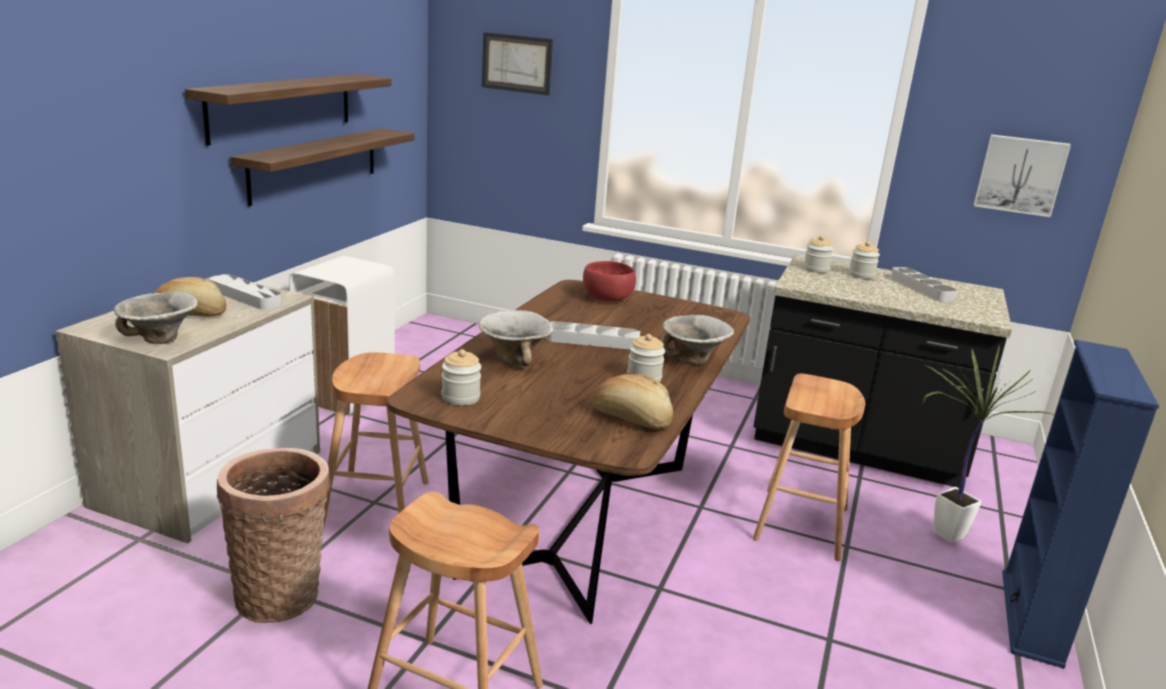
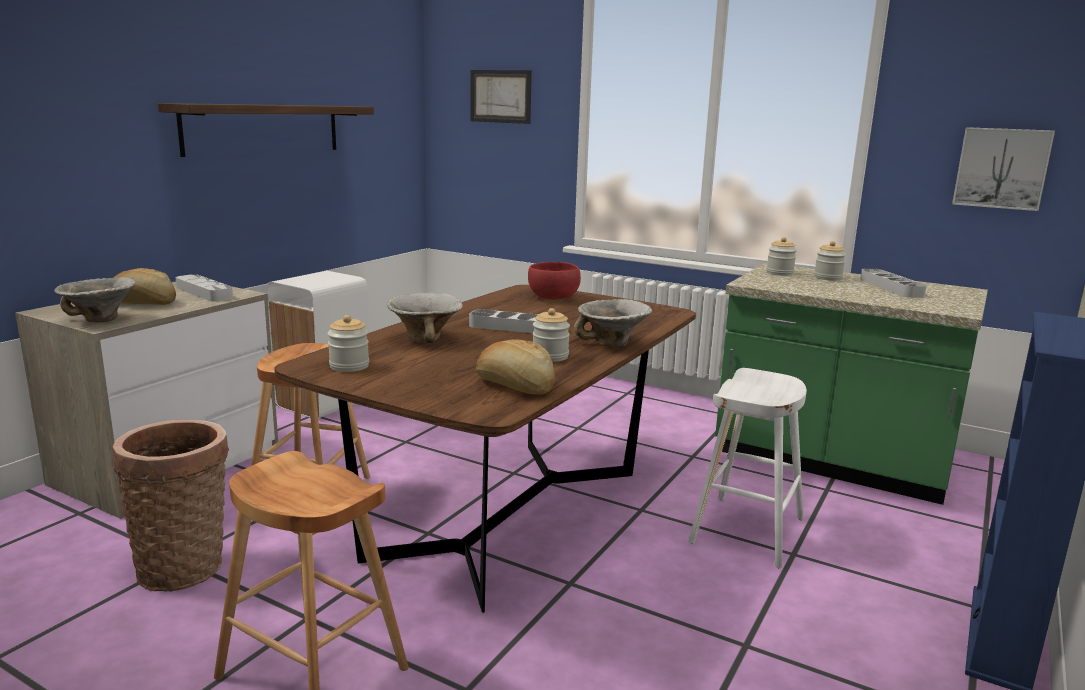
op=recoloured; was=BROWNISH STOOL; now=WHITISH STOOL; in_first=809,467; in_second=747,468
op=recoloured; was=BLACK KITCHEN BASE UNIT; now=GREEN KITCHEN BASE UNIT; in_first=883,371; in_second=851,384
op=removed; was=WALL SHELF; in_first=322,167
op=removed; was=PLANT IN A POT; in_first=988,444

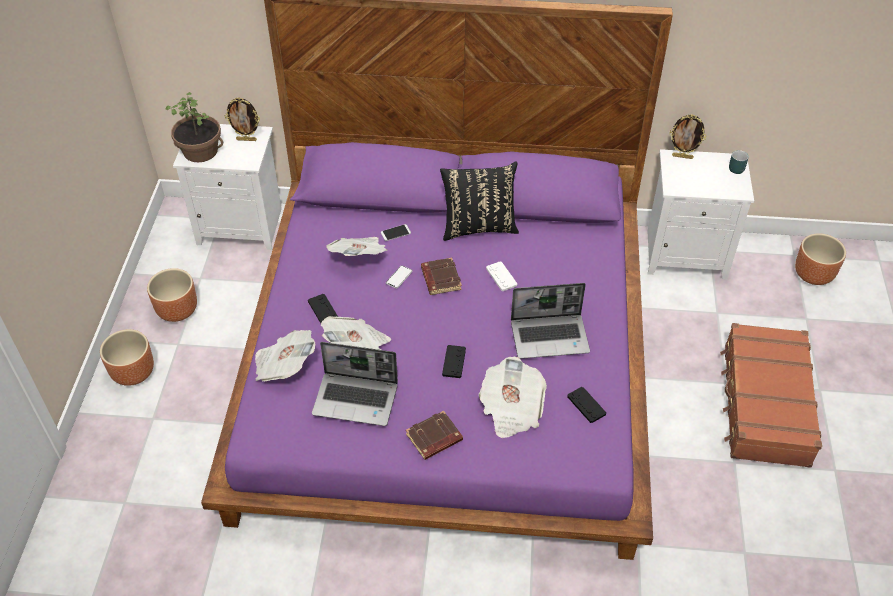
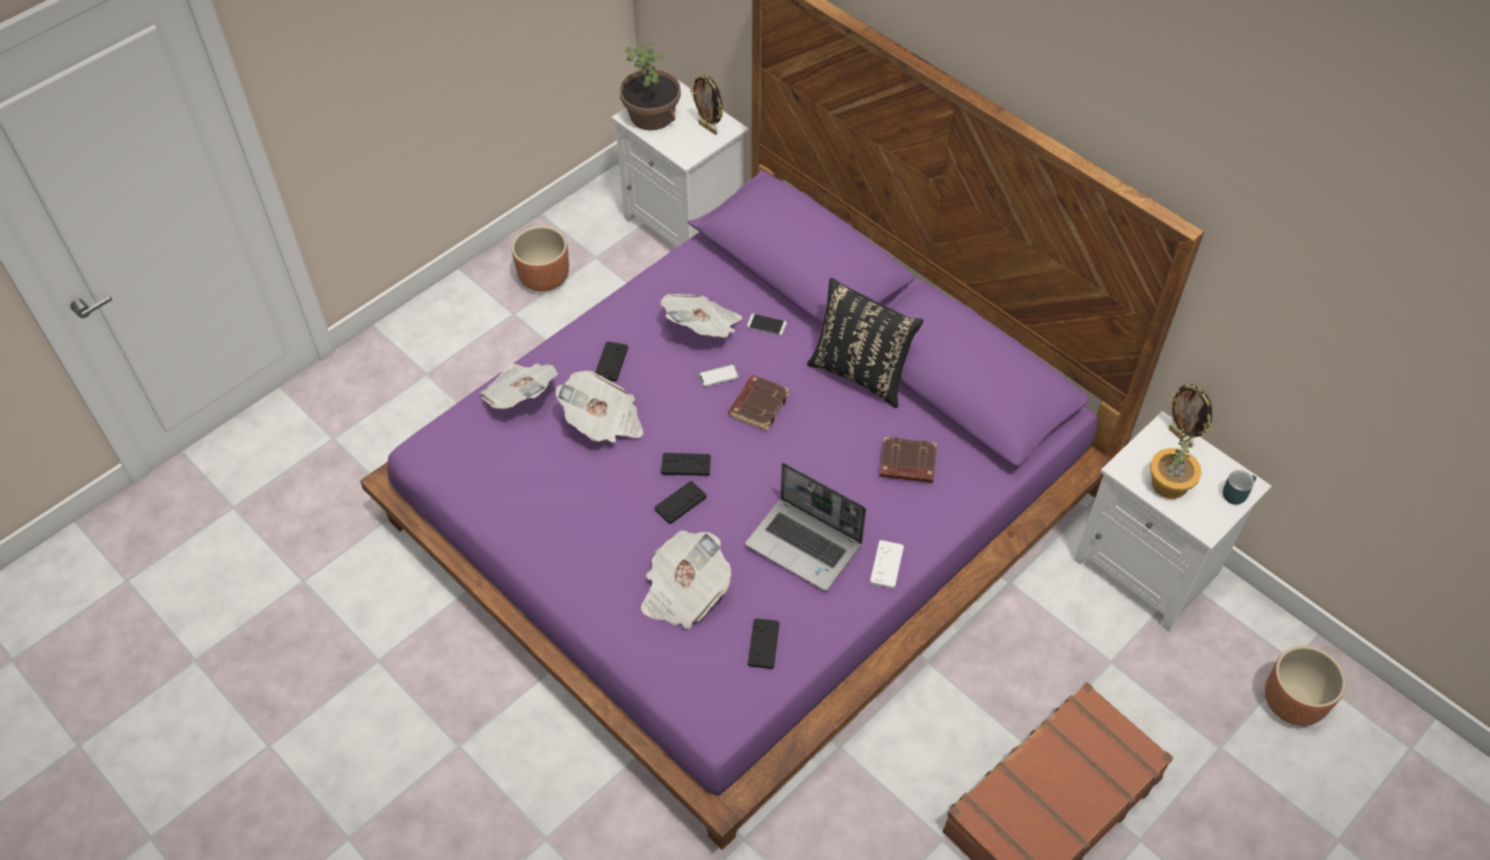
op=added; now=BLACK JOYPAD; in_second=686,464
op=moved; was=WHITISH JOYPAD; in_first=501,276; in_second=887,564
op=moved; was=BROWNISH BOOK; in_first=434,435; in_second=908,460
op=added; now=PLANT IN A POT; in_second=1176,467
op=removed; was=BROWNISH FLOWER POT; in_first=127,357
op=removed; was=PORTABLE COMPUTER; in_first=355,384

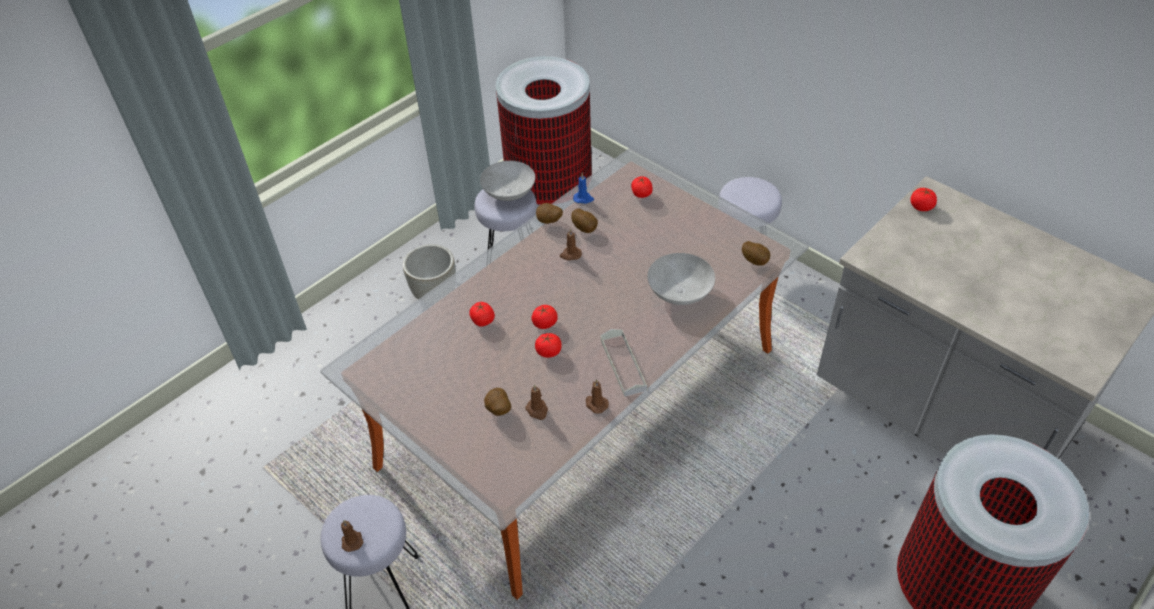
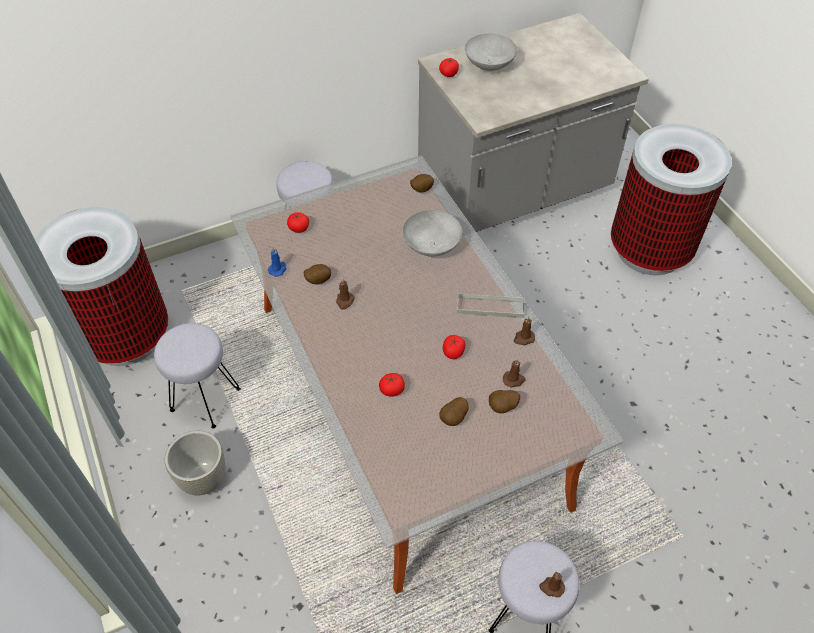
op=moved; was=SPUD; in_first=549,213; in_second=453,411
op=moved; was=GRAY BOWL; in_first=507,181; in_second=491,52
op=removed; was=FRESH TOMATO; in_first=544,317

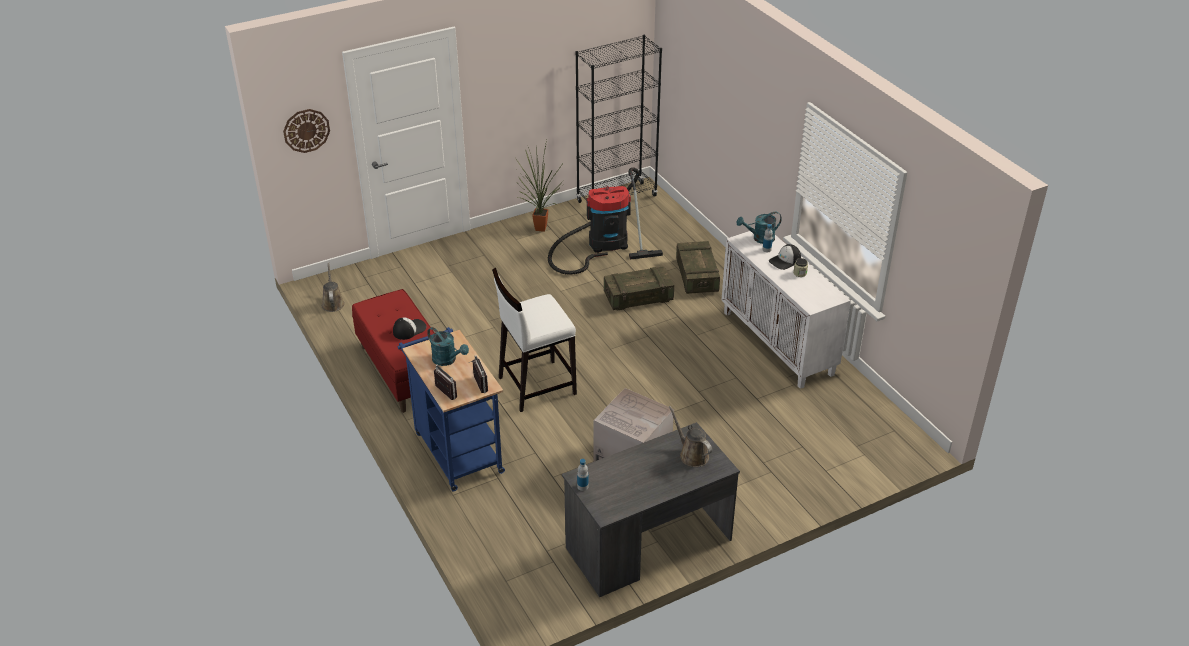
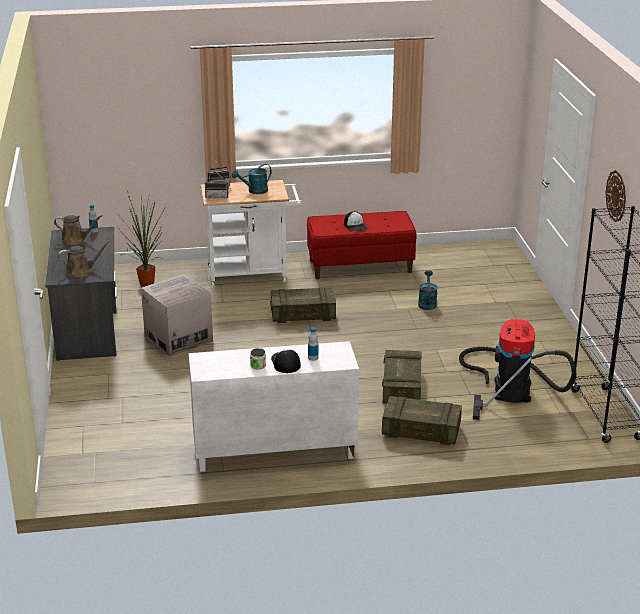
op=moved; was=BROWNISH WATERING CAN; in_first=333,287; in_second=78,230
op=moved; was=PLANT IN A POT; in_first=539,186; in_second=141,239
op=recoloured; was=BLUE WHEELED CART; now=WHITISH WHEELED CART; in_first=451,409; in_second=251,233
op=replaced; was=WHITISH STOOL; now=SHIPPING CRATE; in_first=534,340; in_second=303,305
op=moved; was=TURQUOISE-COLOURED WATERING CAN; in_first=759,228; in_second=428,290
op=moved; was=HANGING CLOCK; in_first=306,131; in_second=616,196

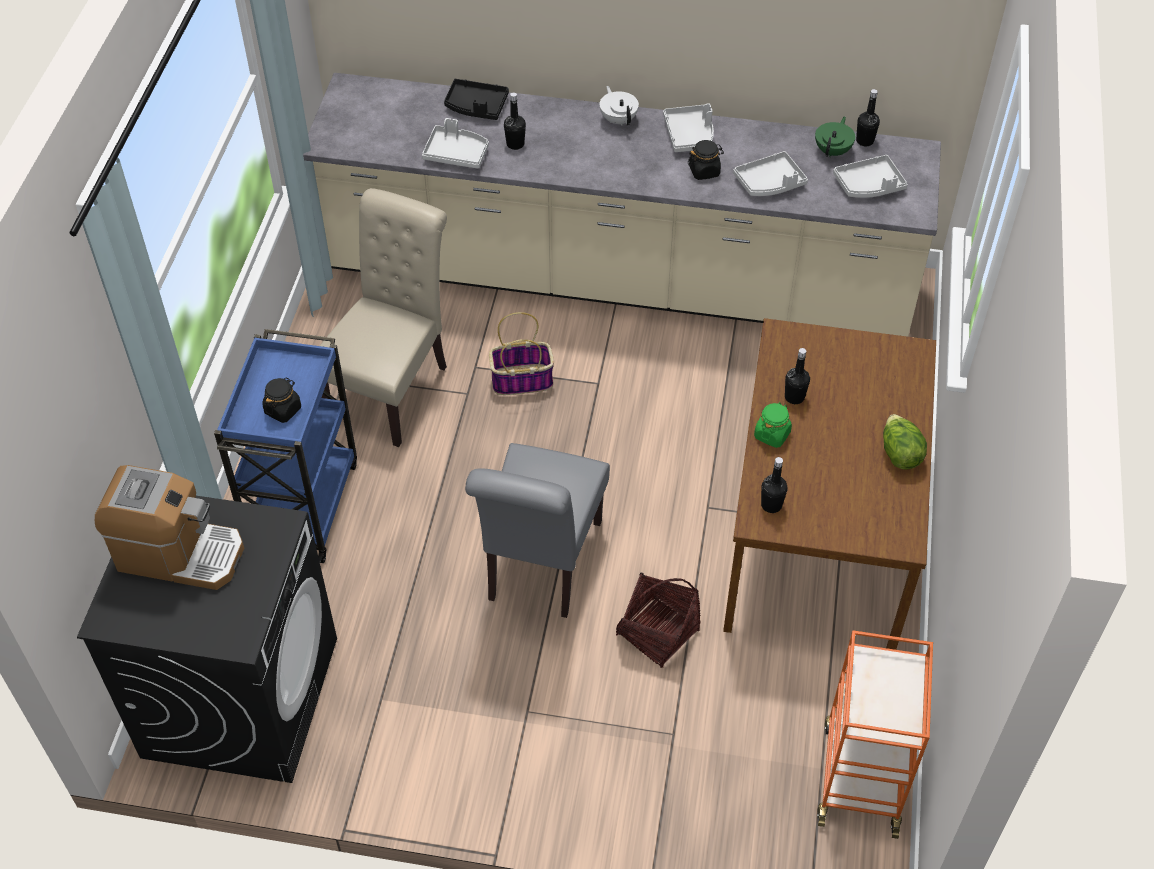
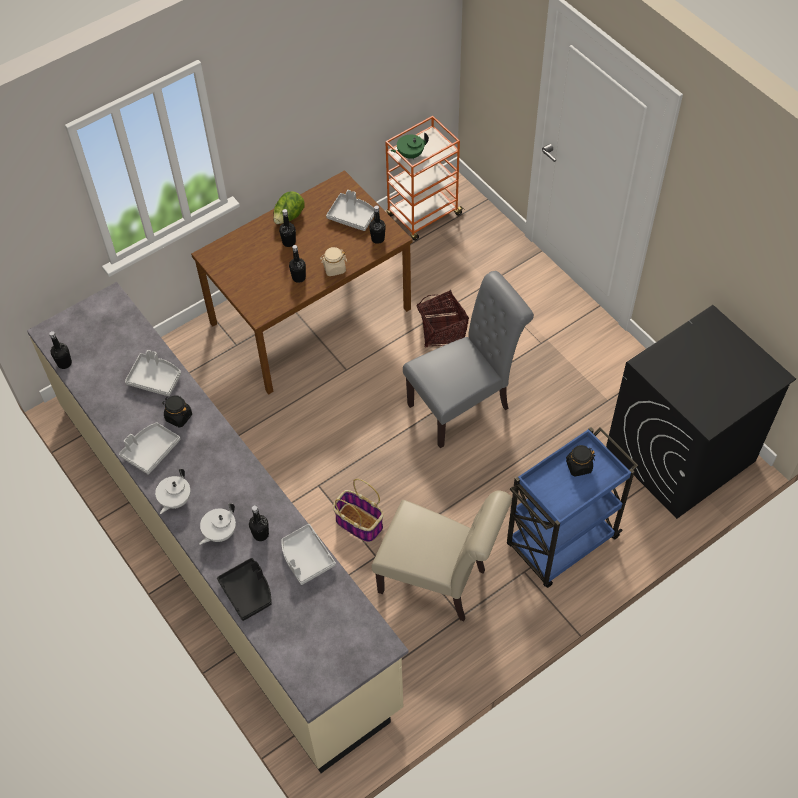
op=added; now=WHITISH TEAPOT; in_second=217,524
op=added; now=BLACK BOTTLE; in_second=287,228
op=recoloured; was=GREEN JAR; now=SAND-COLOURED JAR; in_first=773,425; in_second=333,261
op=moved; was=GRAY TRAY; in_first=870,176; in_second=350,210
op=turned; was=SAND-COLOURED PLAIN CHAIR; in_first=383,317; in_second=441,556; clockwise=-135
op=moved; was=GREEN TEAPOT; in_first=835,136; in_second=409,146
op=removed; was=COFFEE MACHINE; in_first=169,527

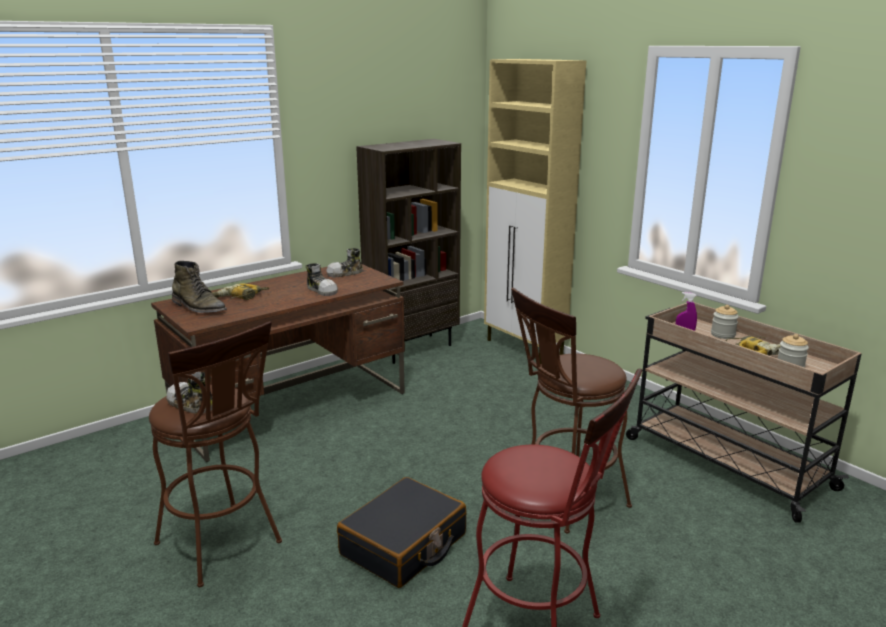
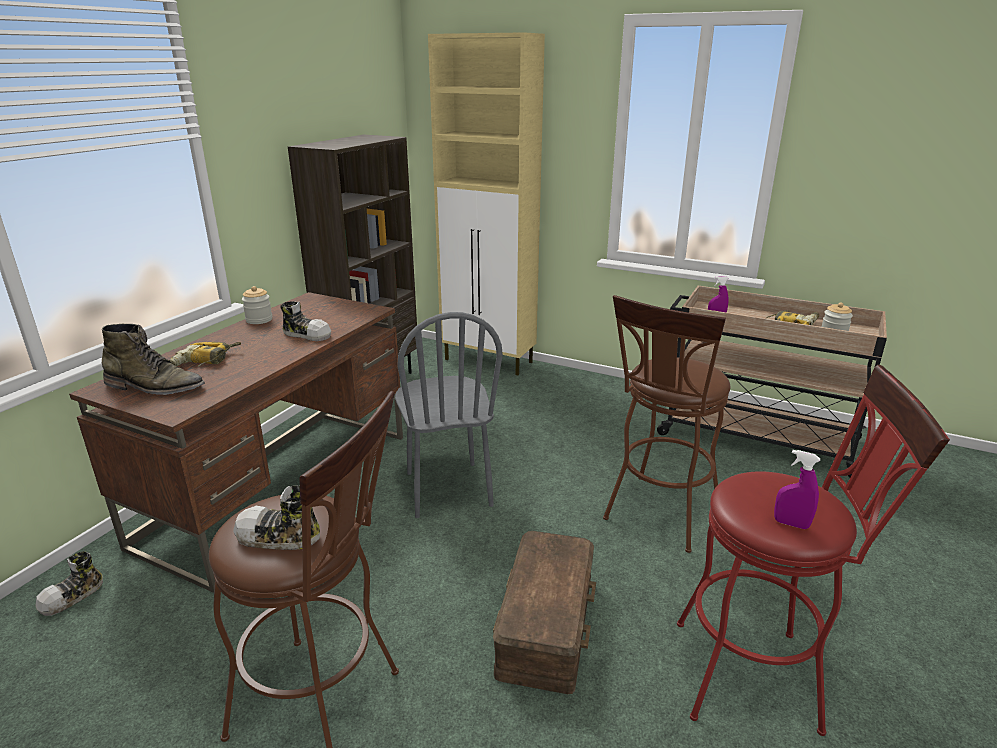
op=moved; was=LOW SHOE; in_first=344,262; in_second=69,583
op=moved; was=JAR; in_first=725,322; in_second=257,305
op=added; now=GRAY PLAIN CHAIR; in_second=449,415
op=replaced; was=BLACK SUITCASE; now=BROWNISH STORAGE BOX; in_first=401,532; in_second=544,612
op=added; now=PURPLISH SPRAY BOTTLE; in_second=797,489

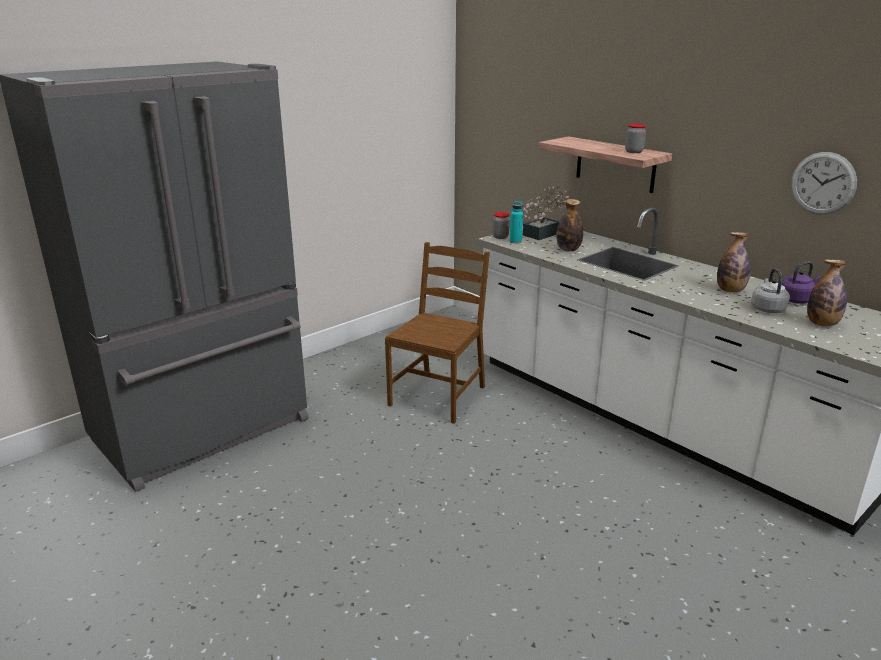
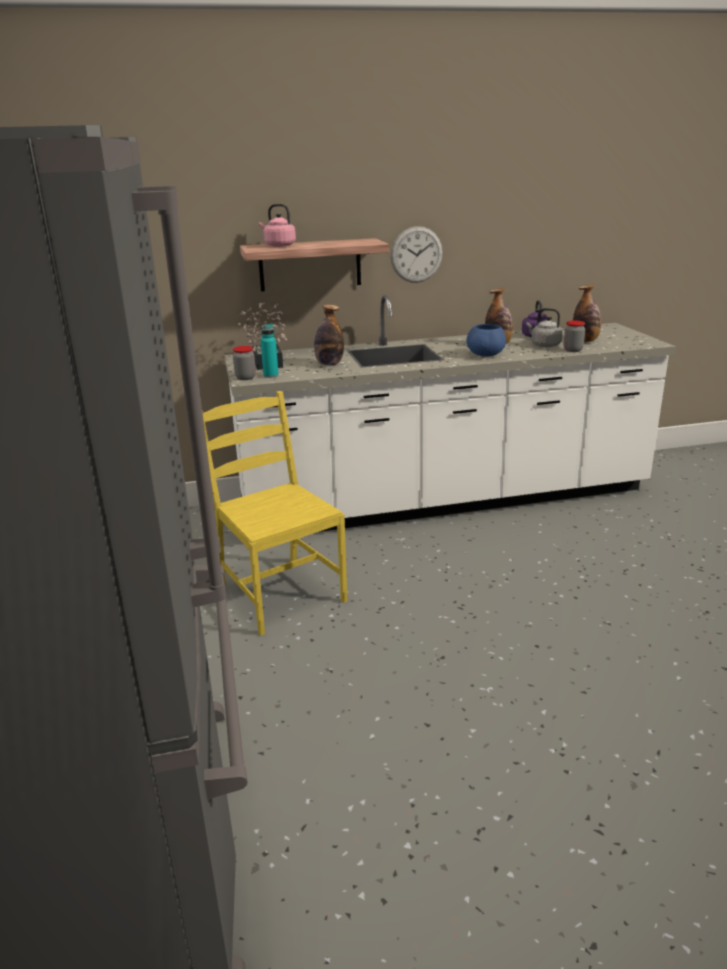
op=recoloured; was=BROWNISH PLAIN CHAIR; now=YELLOW-COLOURED PLAIN CHAIR; in_first=437,333; in_second=275,513
op=added; now=PINK-COLOURED TEA KETTLE; in_second=277,225
op=moved; was=HANGING CLOCK; in_first=824,183; in_second=416,254
op=added; now=BLUE BOWL; in_second=486,340
op=moved; was=JAR; in_first=635,138; in_second=574,336

